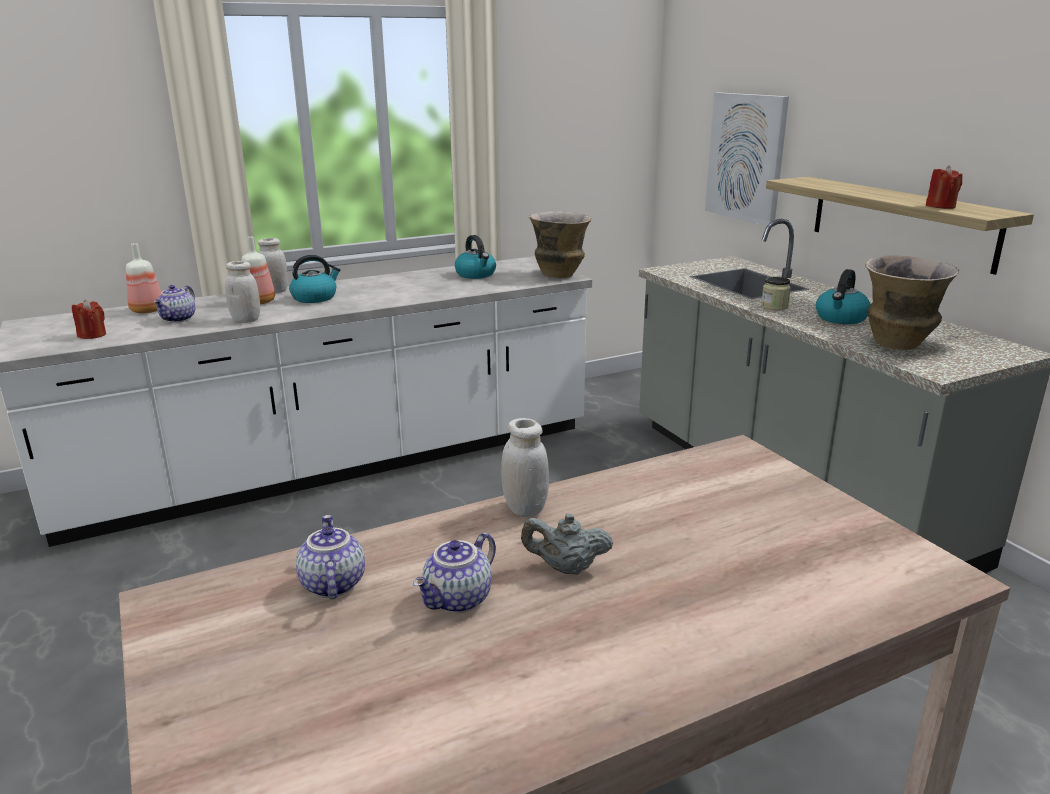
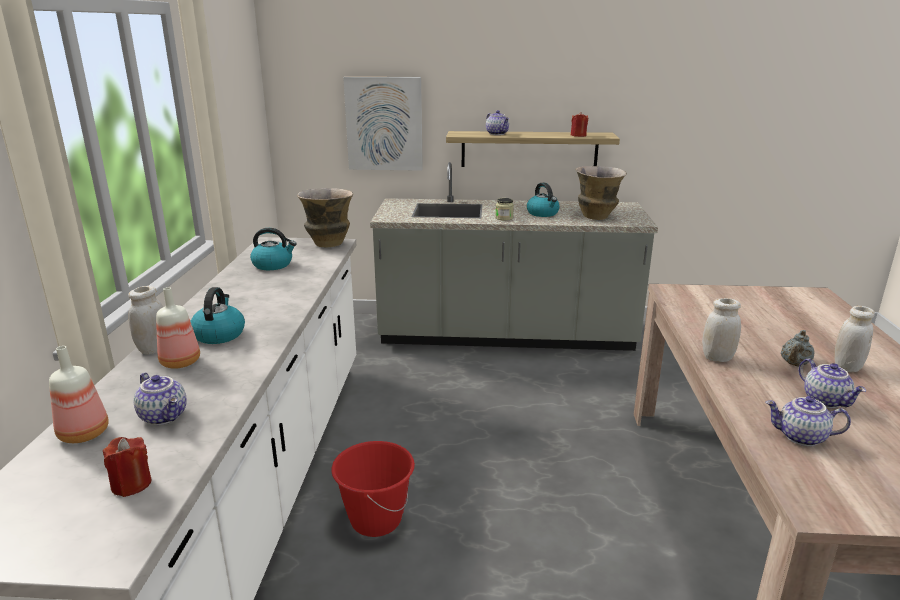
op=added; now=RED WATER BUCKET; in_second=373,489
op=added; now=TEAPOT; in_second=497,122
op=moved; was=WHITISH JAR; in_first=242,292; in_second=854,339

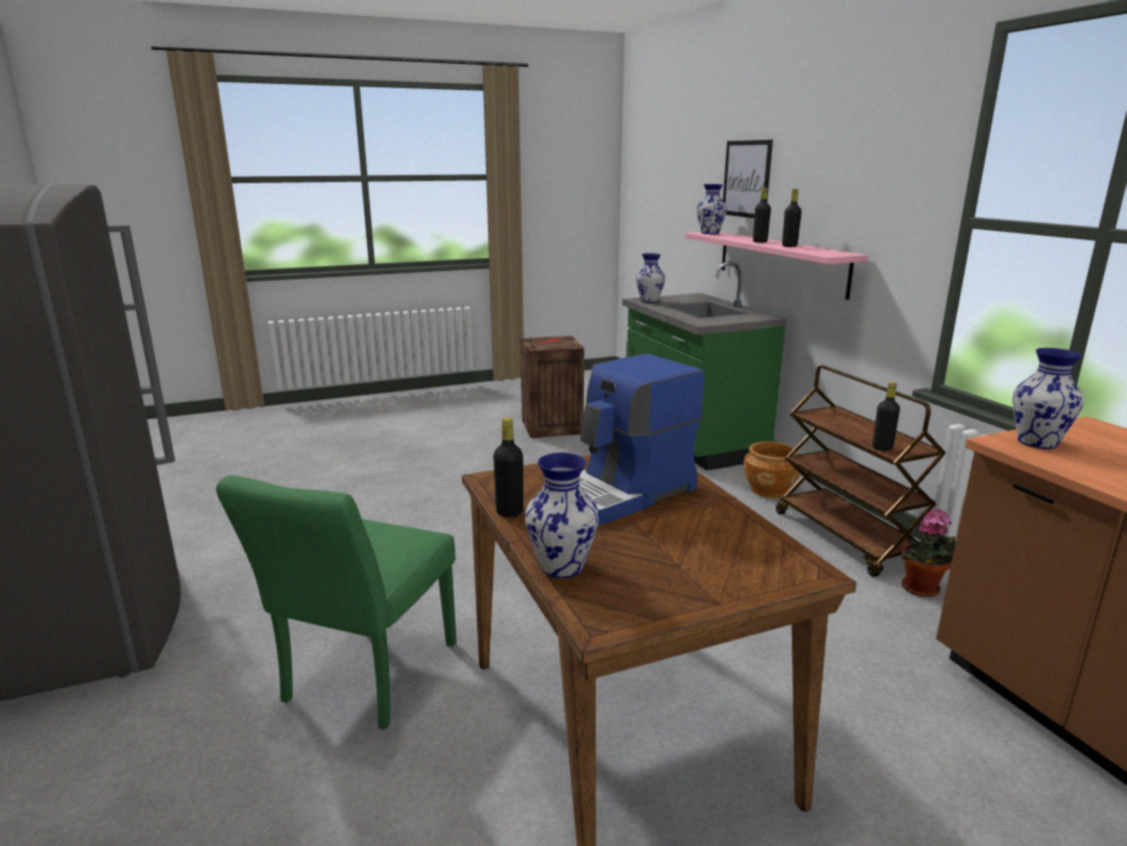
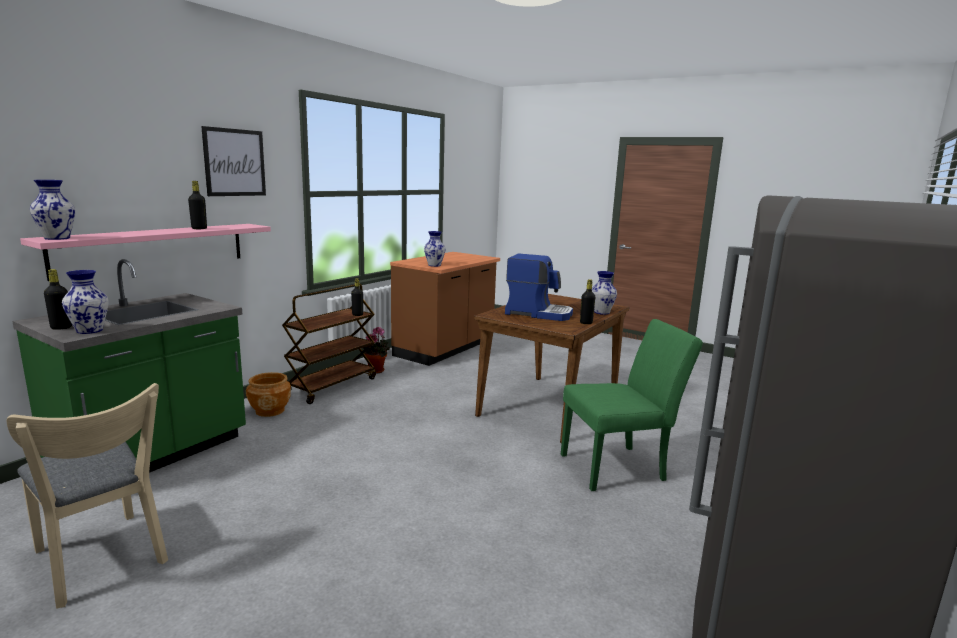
op=replaced; was=SHIPPING CRATE; now=SAND-COLOURED PLAIN CHAIR; in_first=552,387; in_second=87,496
op=moved; was=BLACK BOTTLE; in_first=762,215; in_second=58,299
op=moved; was=PICTURE; in_first=748,179; in_second=233,161

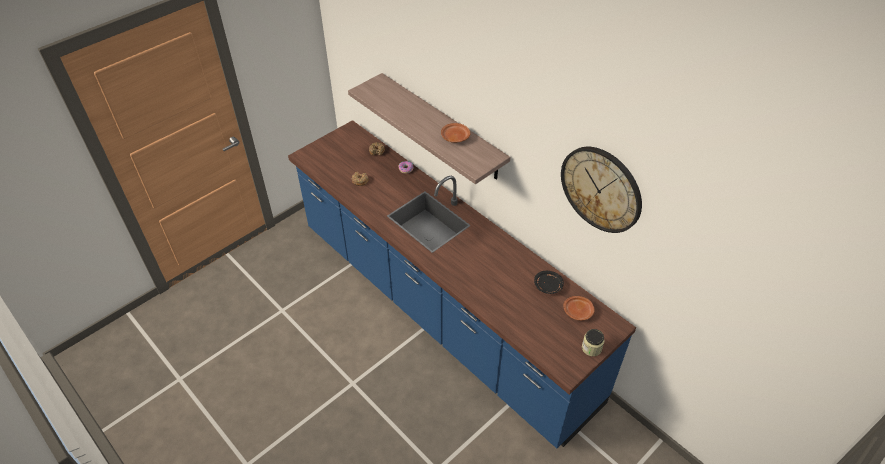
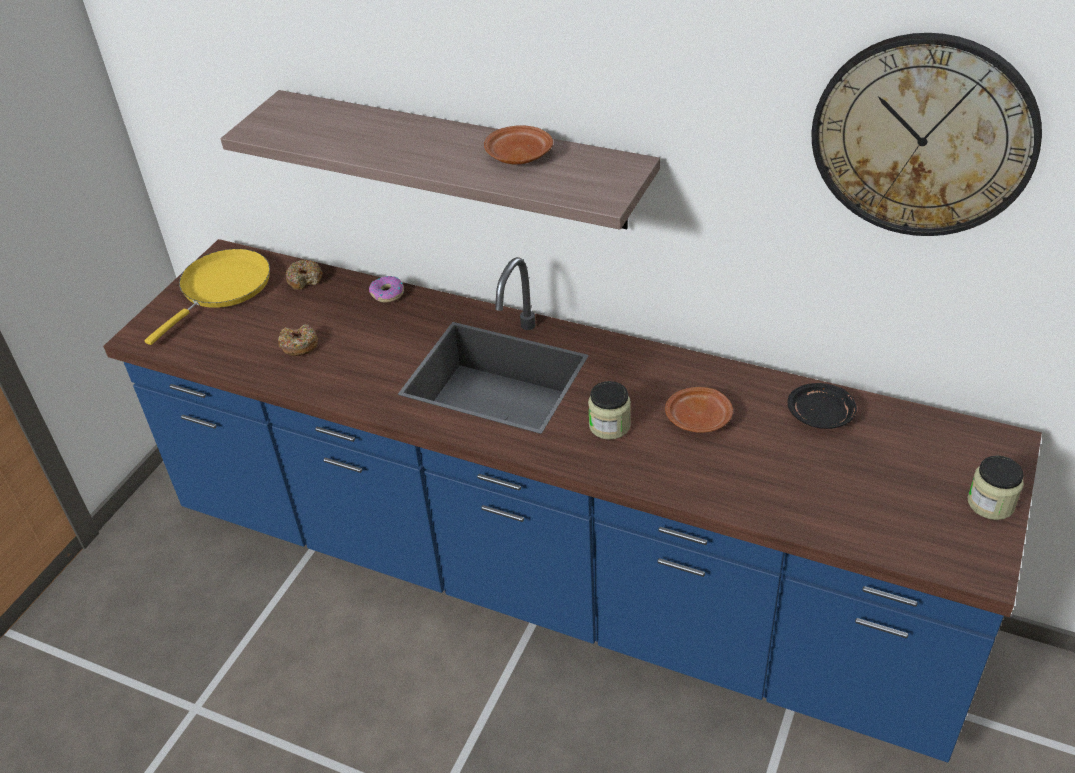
op=added; now=YELLOW-COLOURED PAN; in_second=207,297
op=added; now=JAR; in_second=609,410
op=moved; was=BROWNISH DINNER PLATE; in_first=578,308; in_second=699,410

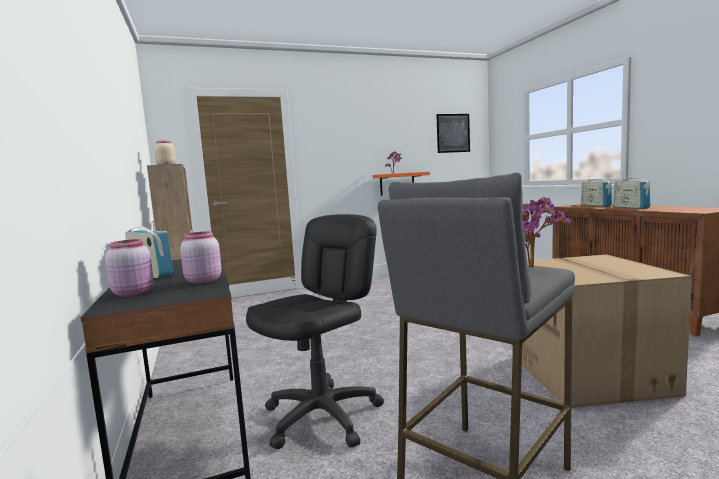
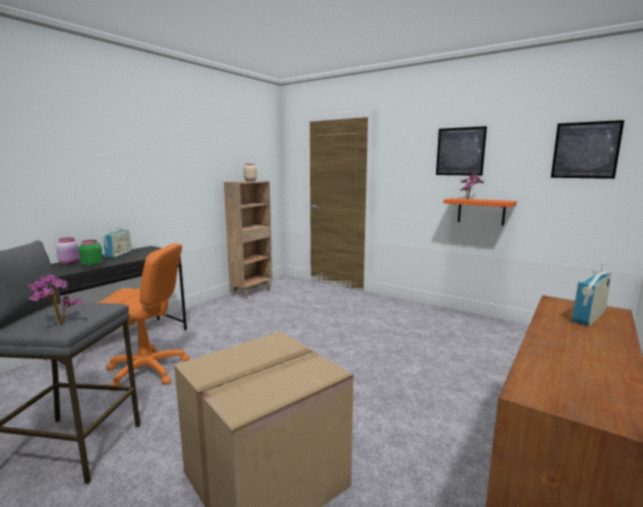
op=recoloured; was=PINK-COLOURED JAR; now=GREEN JAR; in_first=201,258; in_second=91,254
op=recoloured; was=BLACK OFFICE CHAIR; now=ORANGE-COLOURED OFFICE CHAIR; in_first=315,331; in_second=143,317
op=added; now=PICTURE; in_second=461,151
op=removed; was=RADIO SET; in_first=631,192

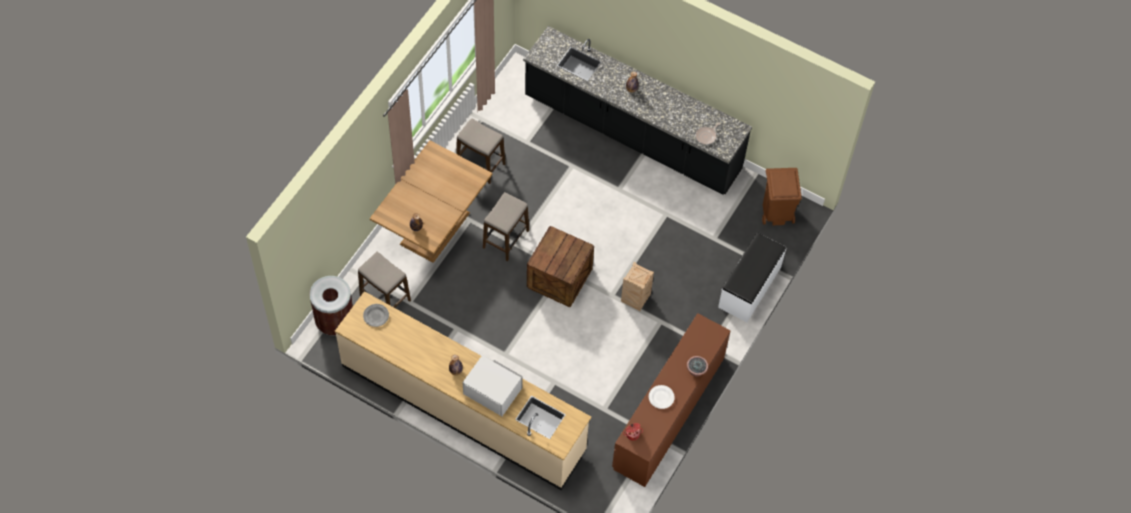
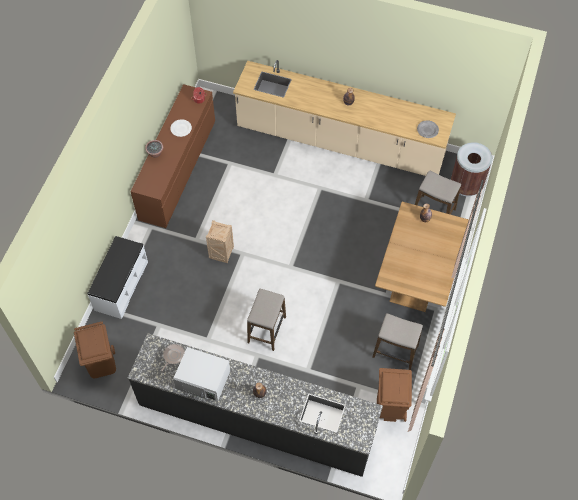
op=moved; was=WHITISH MICROWAVE OVEN; in_first=493,385; in_second=201,374
op=moved; was=STOOL; in_first=506,226; in_second=266,320
op=added; now=BROWNISH RUBBISH BIN; in_second=394,395
op=removed; was=SHIPPING CRATE; in_first=560,266

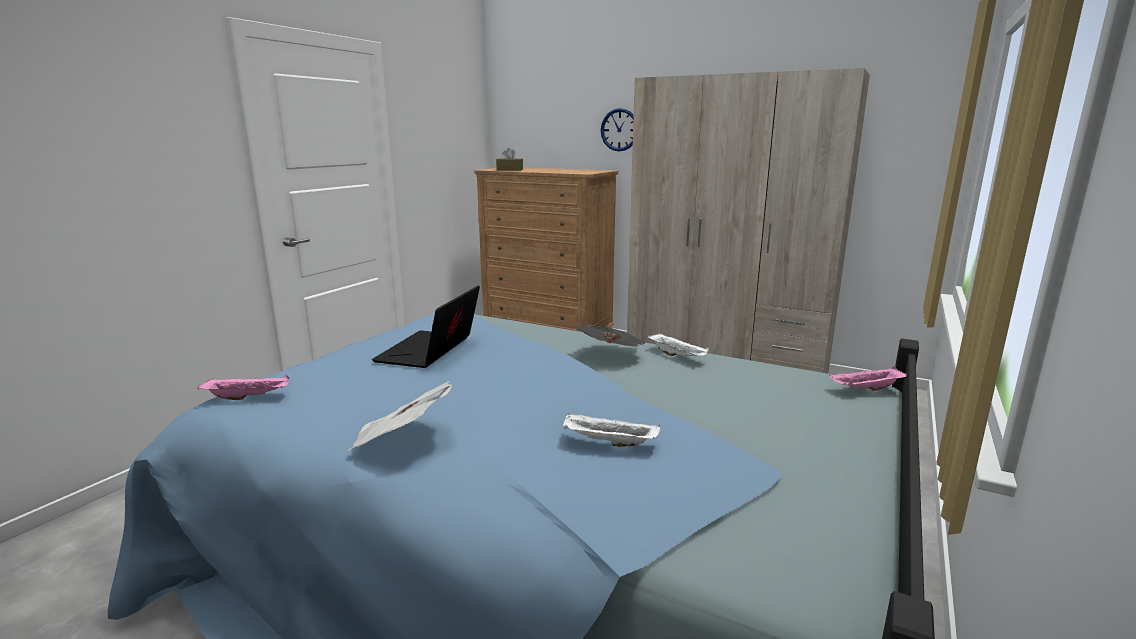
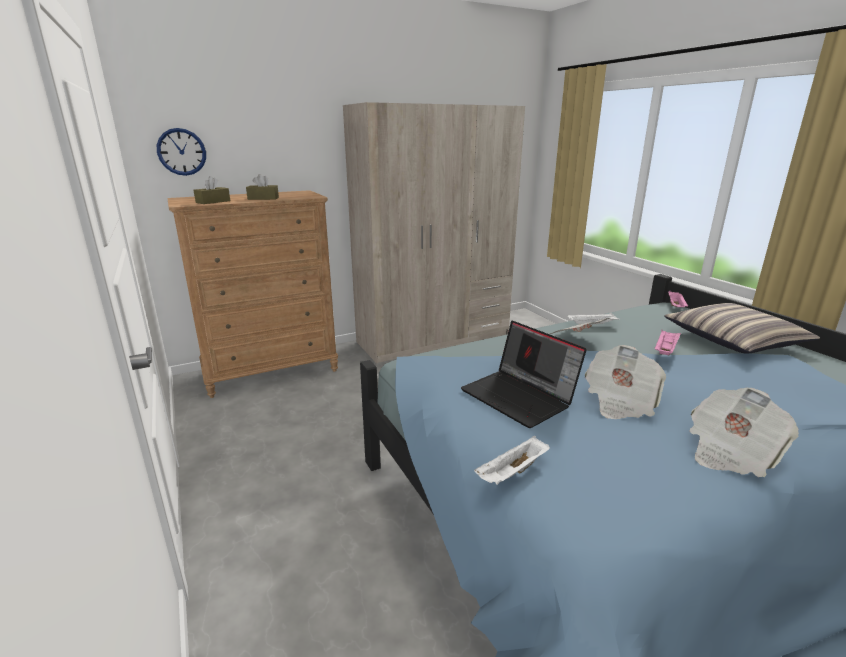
op=moved; was=HANGING CLOCK; in_first=617,129; in_second=181,152
op=added; now=BROWNISH TISSUE HOLDER; in_second=262,187
op=moved; was=WHITISH TRAY; in_first=611,430; in_second=512,460
op=added; now=NEWSPAPER; in_second=625,382
op=moved; was=PINK-COLOURED TRAY; in_first=244,387; in_second=668,342
op=added; now=CUSHION; in_second=742,328

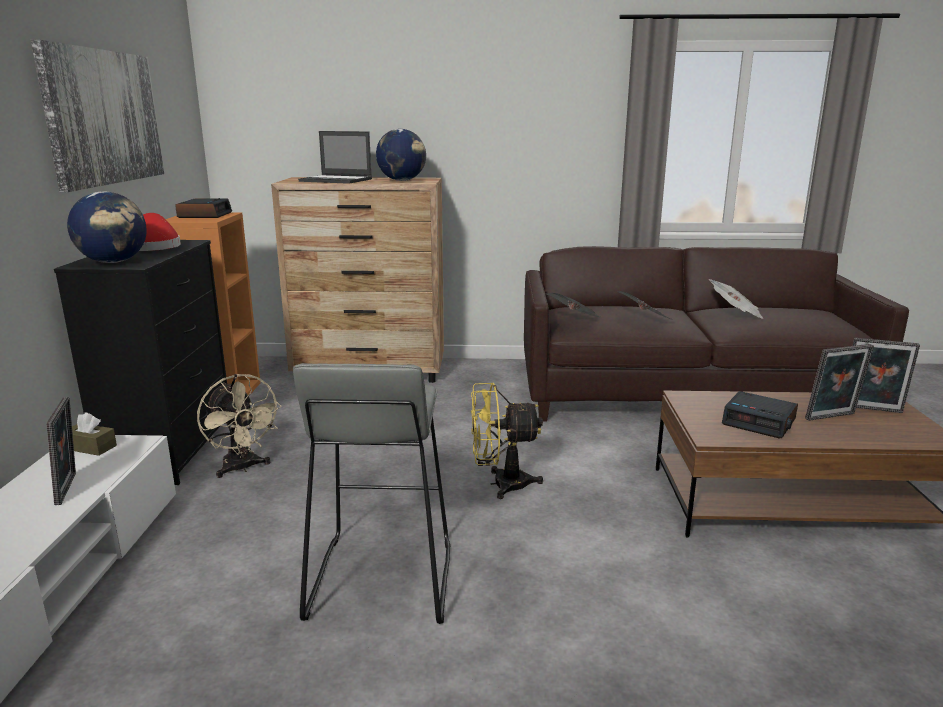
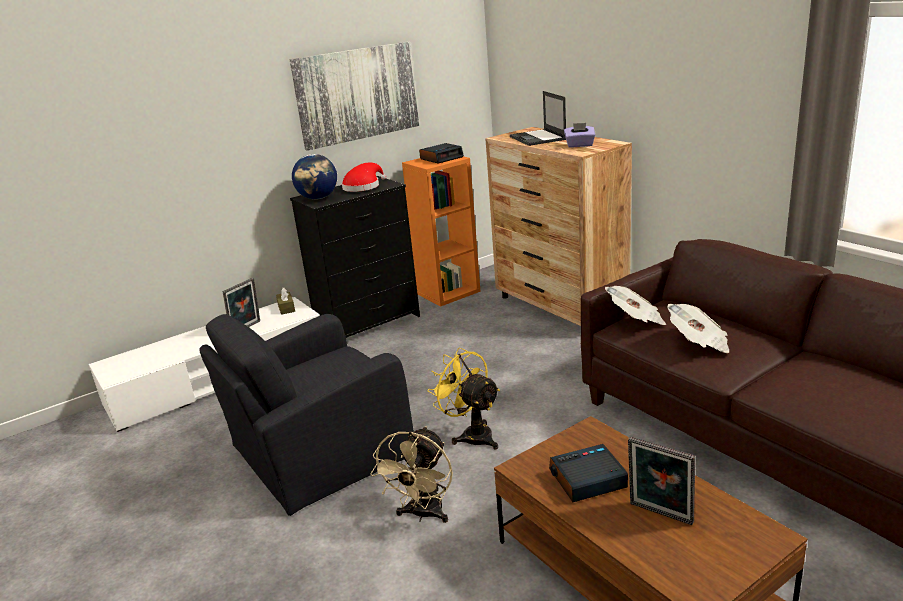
op=replaced; was=GRAY STOOL; now=BLACK EASY CHAIR; in_first=371,493; in_second=306,415
op=moved; was=SAND-COLOURED FAN; in_first=239,426; in_second=412,474
op=turned; was=ALARM CLOCK; in_first=760,415; in_second=588,473; clockwise=75
op=replaced; was=DESK GLOBE; now=PURPLISH TISSUE HOLDER; in_first=401,155; in_second=579,135
op=removed; was=NEWSPAPER; in_first=736,299
op=removed; was=PHOTO FRAME; in_first=886,375

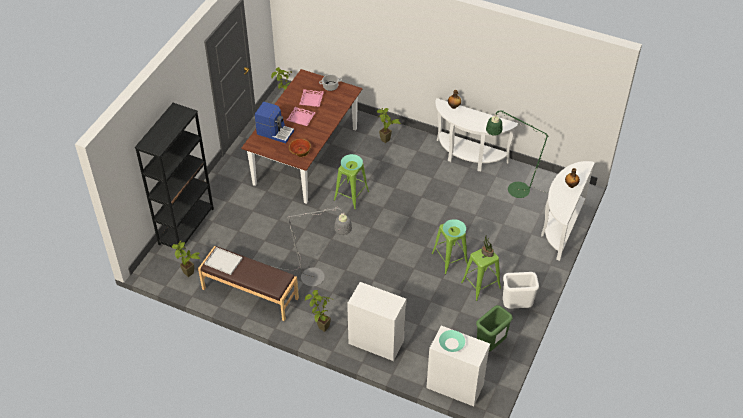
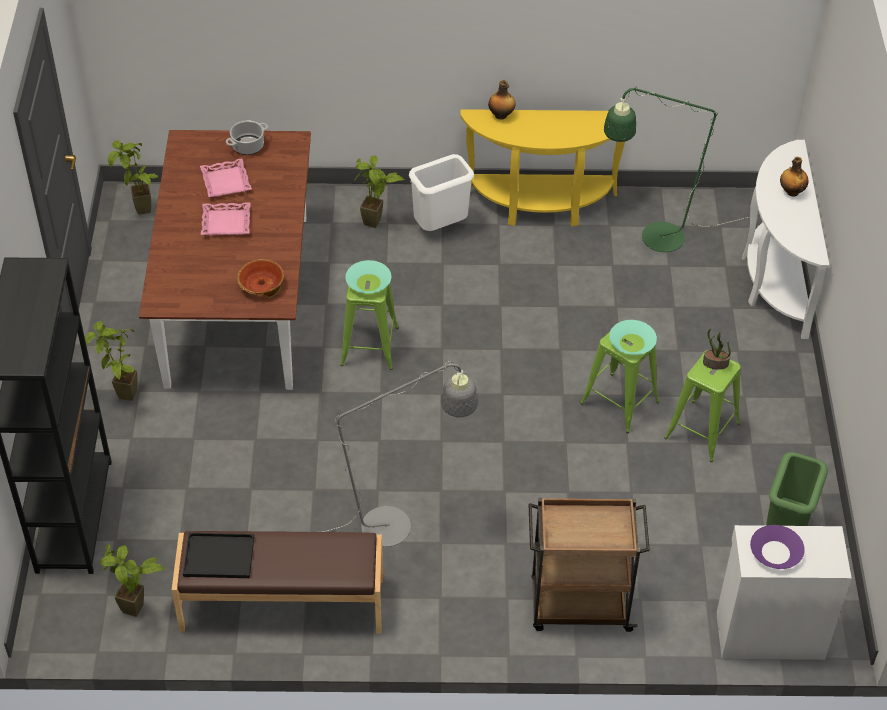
op=moved; was=PLANT IN A POT; in_first=318,311; in_second=110,361
op=recoloured; was=WHITISH TRAY; now=BLACK TRAY; in_first=224,261; in_second=218,555
op=moved; was=WHITISH RUBBISH BIN; in_first=521,290; in_second=441,192
op=recoloured; was=WHITISH NARROW TABLE; now=YELLOW-COLOURED NARROW TABLE; in_first=476,134; in_second=543,167
op=replaced; was=WHITISH CABINET; now=BROWNISH WHEELED CART; in_first=377,321; in_second=589,565
op=recoloured; was=TURQUOISE-COLOURED BOWL; now=PURPLISH BOWL; in_first=452,341; in_second=777,547
op=removed; was=COFFEE MACHINE; in_first=274,122

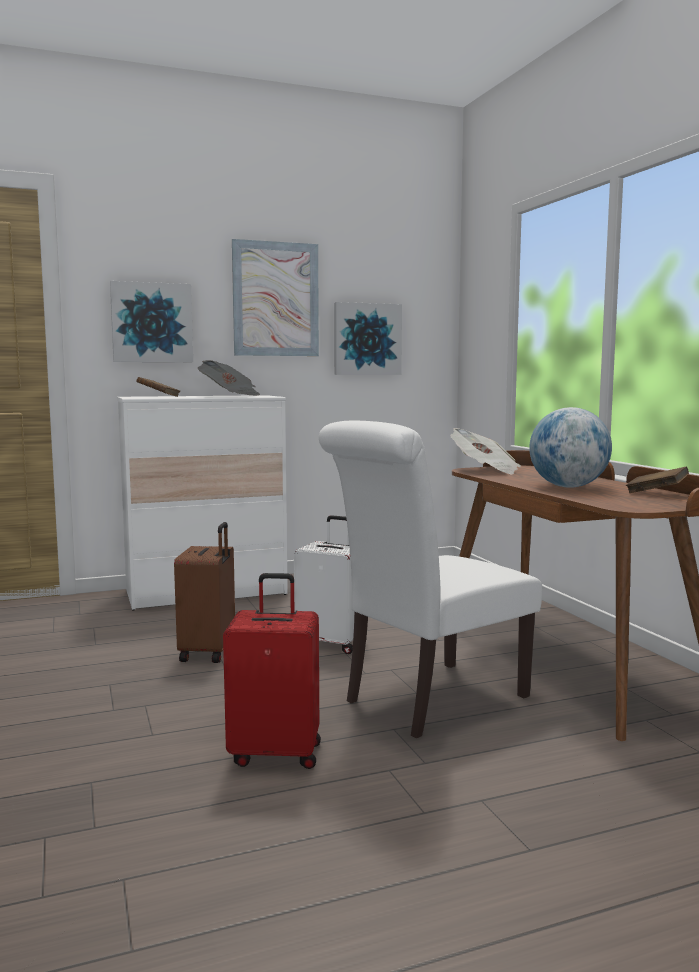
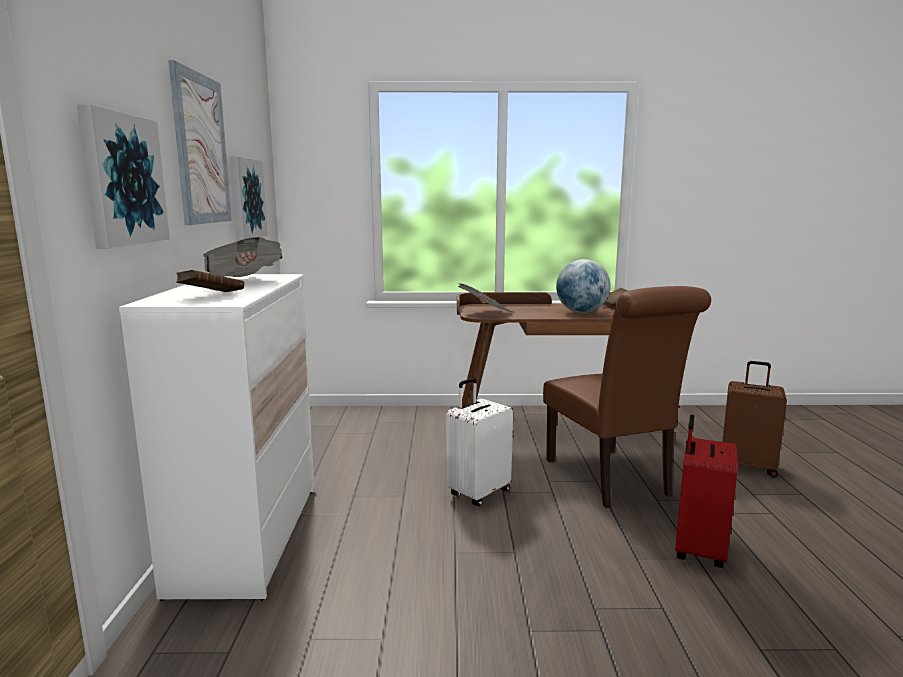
op=recoloured; was=WHITISH PLAIN CHAIR; now=BROWNISH PLAIN CHAIR; in_first=430,579; in_second=627,397
op=moved; was=BROWNISH SUITCASE; in_first=204,592; in_second=754,419

